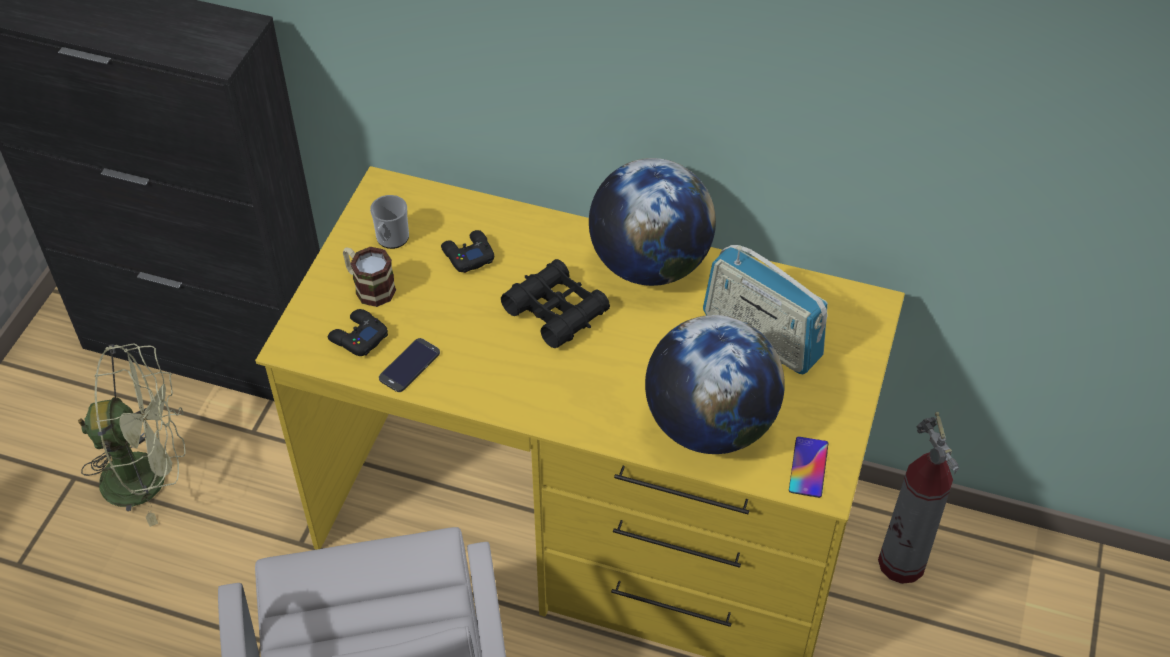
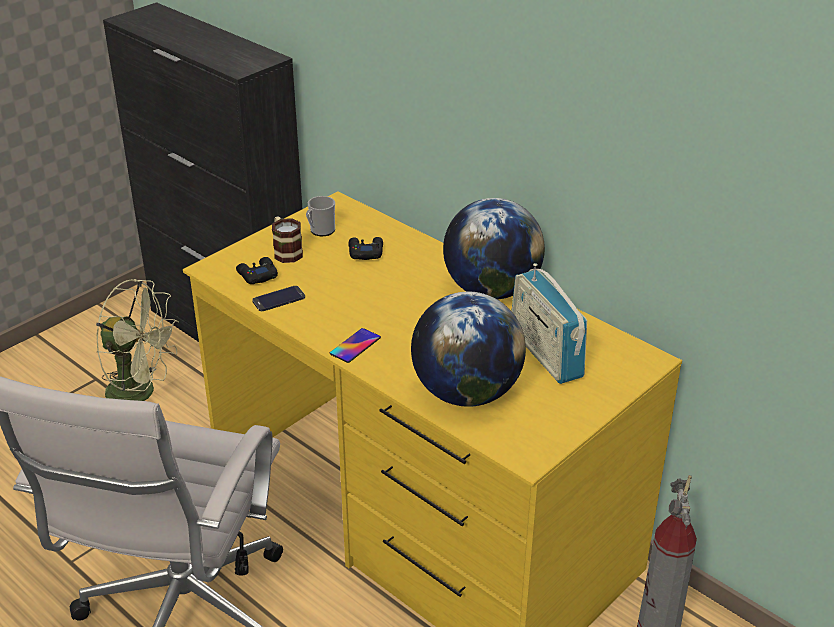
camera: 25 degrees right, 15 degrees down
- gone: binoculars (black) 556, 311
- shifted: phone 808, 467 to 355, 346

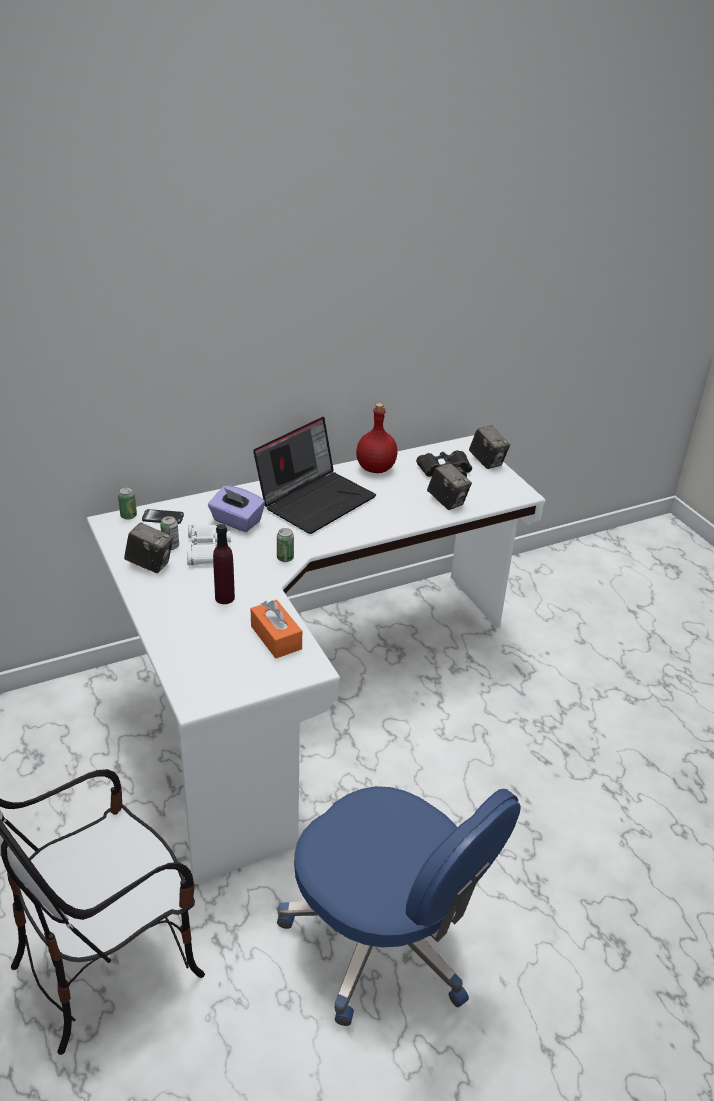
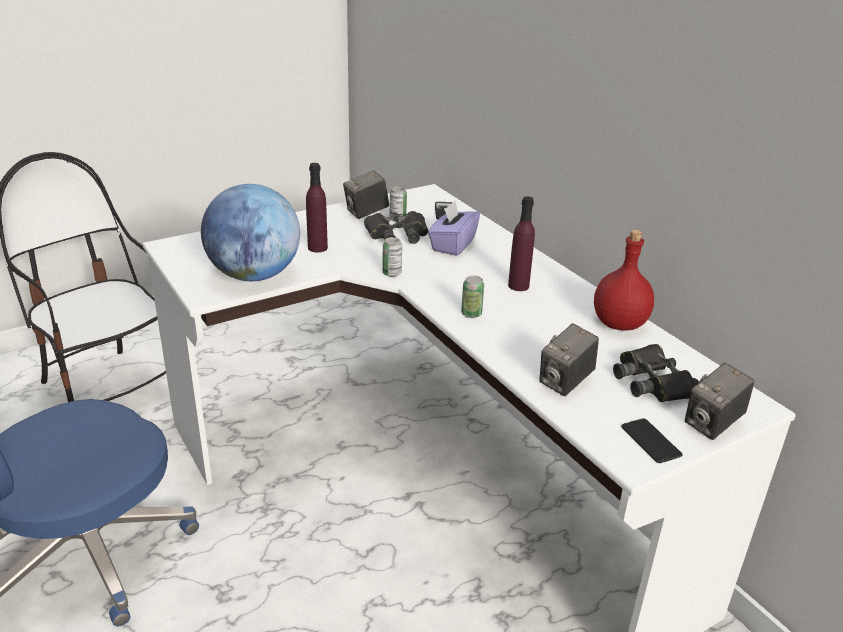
camera: 85 degrees right, 5 degrees down
- shifted: can 128, 516 to 471, 314
- rotated: photo camera 150, 564 = 366, 213 45 degrees clockwise
- repainted: binoculars (white) 207, 549 to binoculars (black) 397, 234
- swapped: tissue box (orange) 276, 637 to globe 254, 275
- swapped: laptop 316, 499 to bottle (purple) 518, 286
- new: phone 650, 441

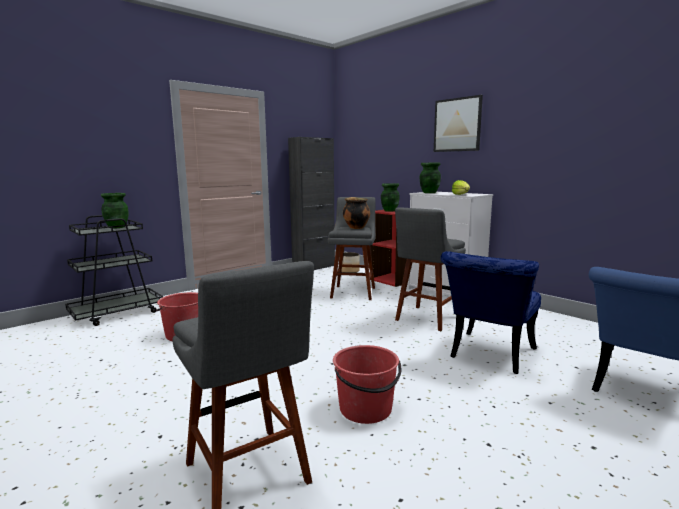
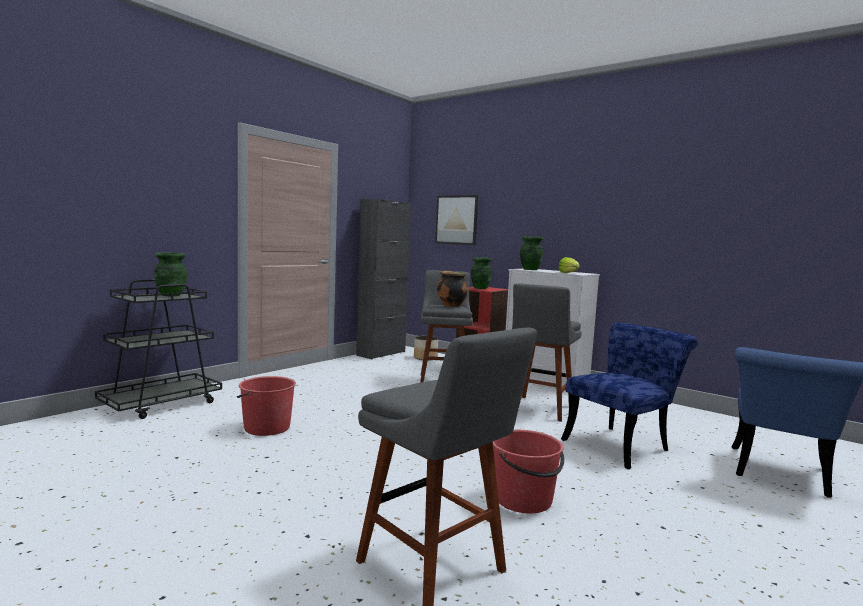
camera: 10 degrees left, 5 degrees down
- shifted: picture 457, 125 to 456, 220
- rotated: chair (blue) 488, 355 = 622, 445 150 degrees counterclockwise

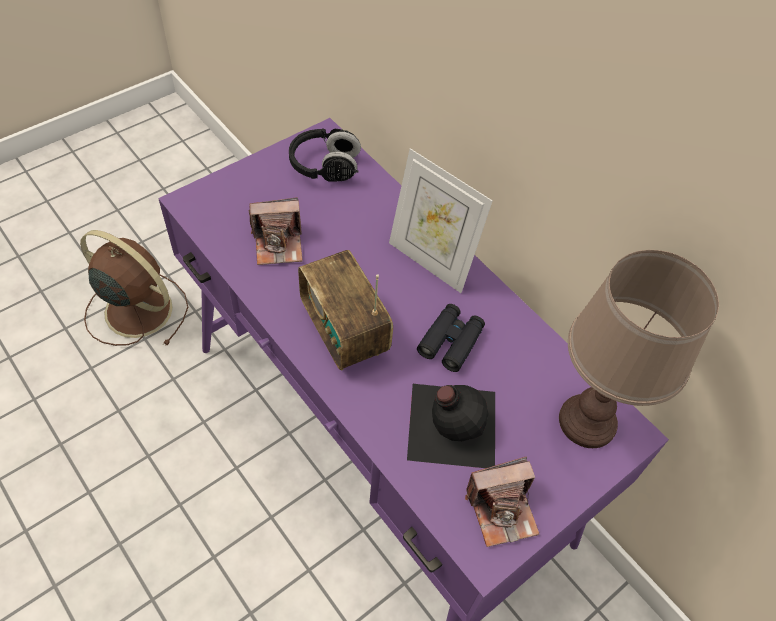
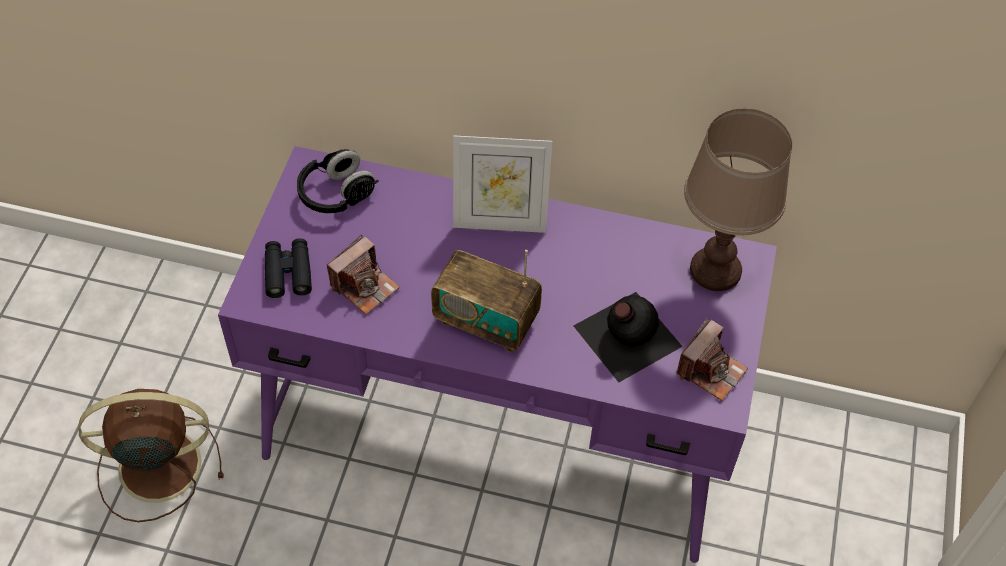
camera: 35 degrees left, 0 degrees up
- shifted: binoculars (black) 451, 341 to 288, 272

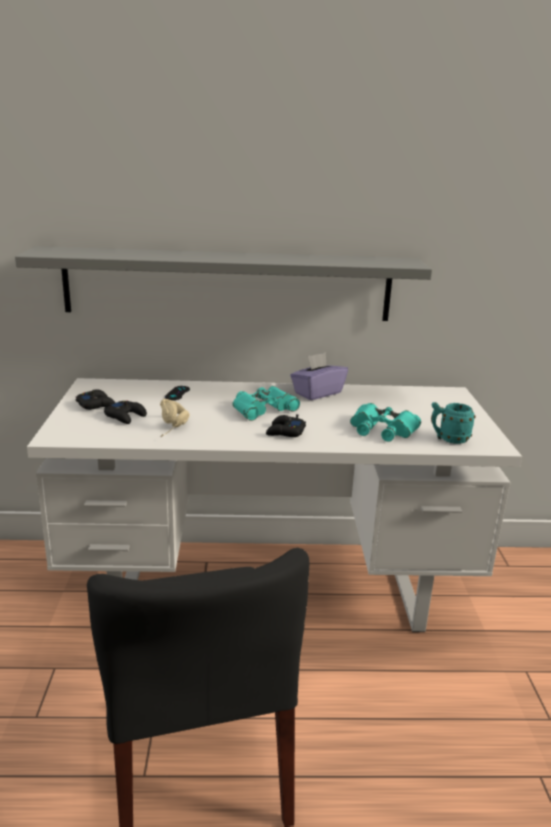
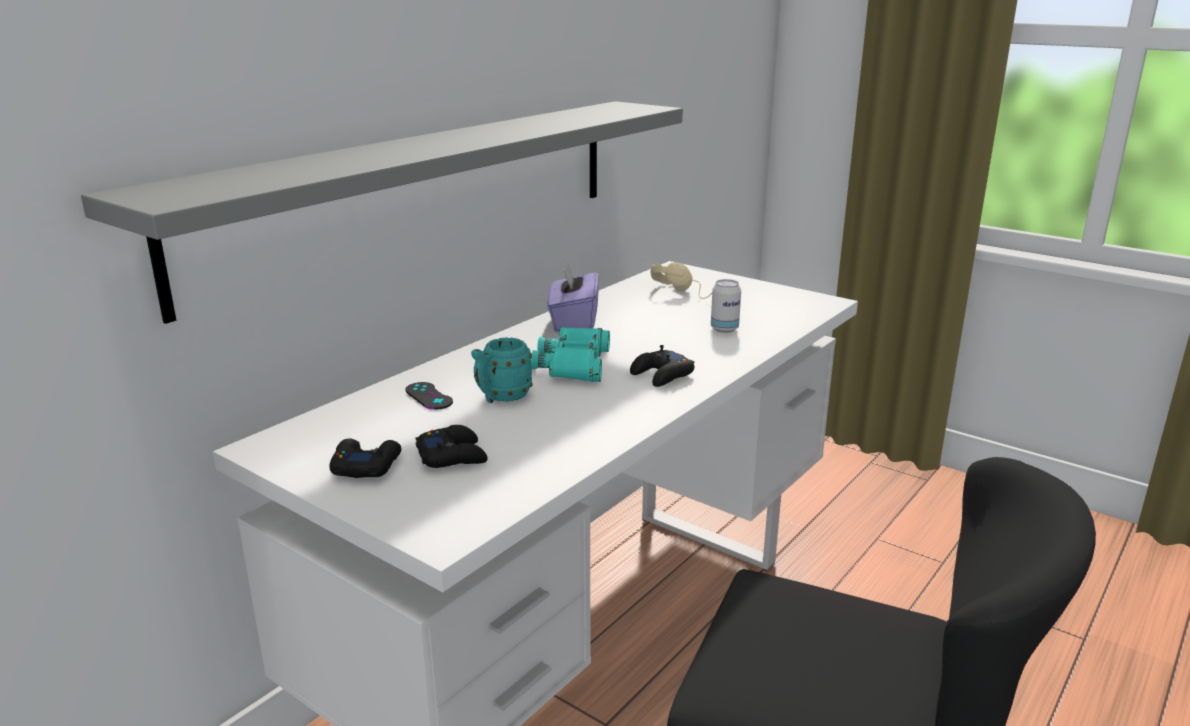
camera: 50 degrees left, 0 degrees up
- shifted: headphones (beige) 175, 428 to 684, 292
- swapped: binoculars (turquoise) 382, 429 to can 724, 329
- shifted: mug (turquoise) 448, 439 to 501, 397

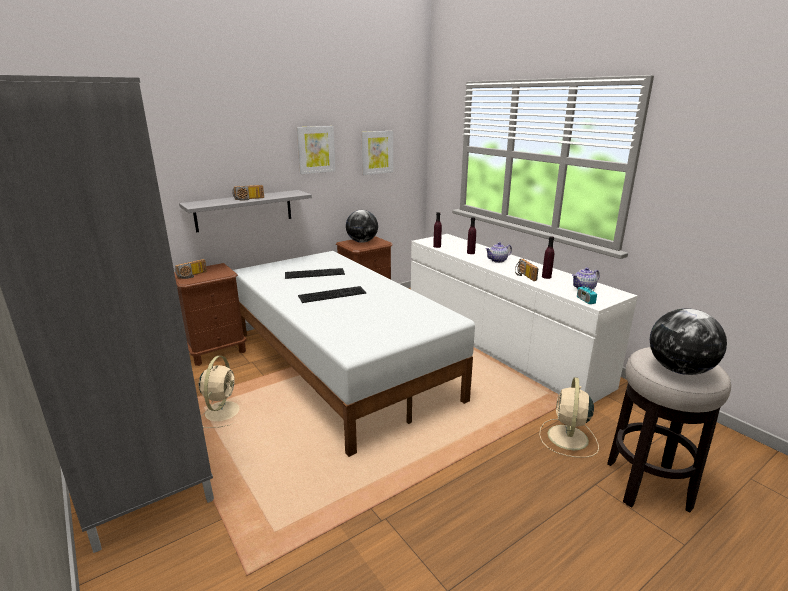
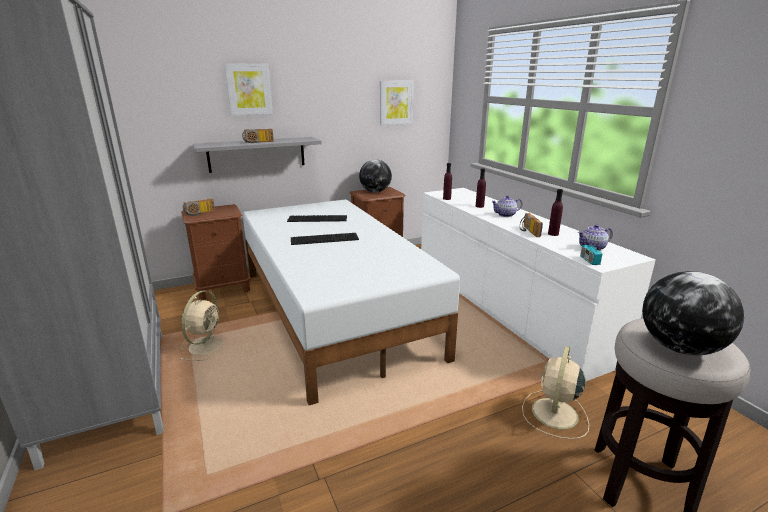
camera: 10 degrees right, 0 degrees up
- shifted: picture 316, 149 to 249, 89

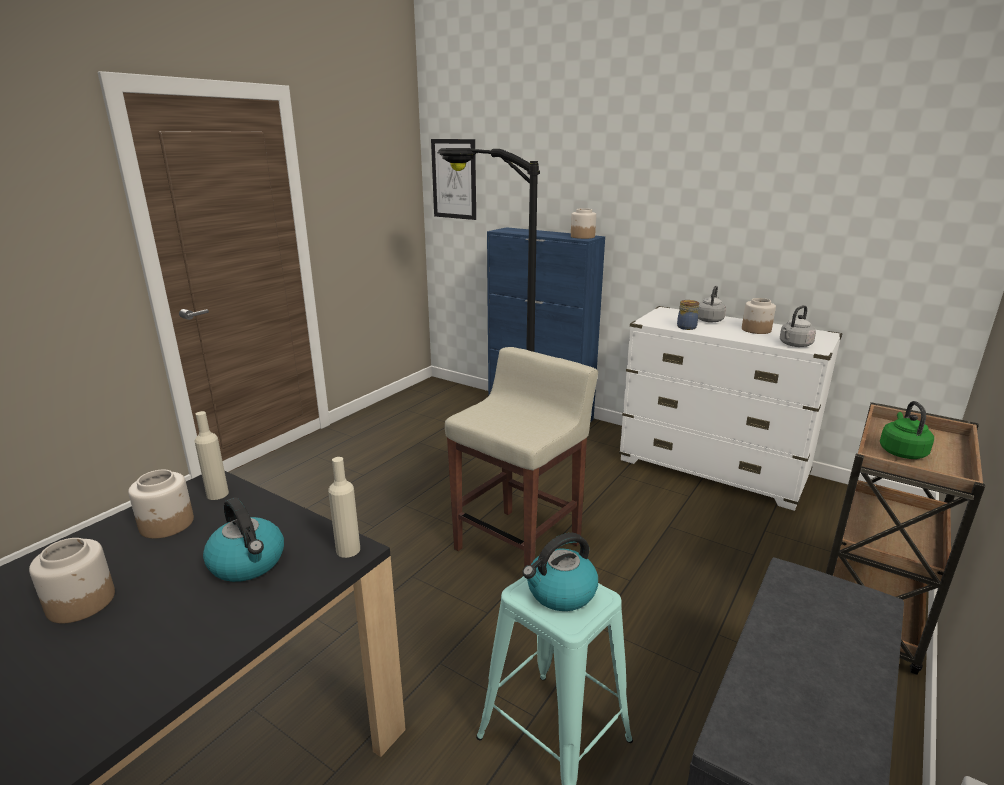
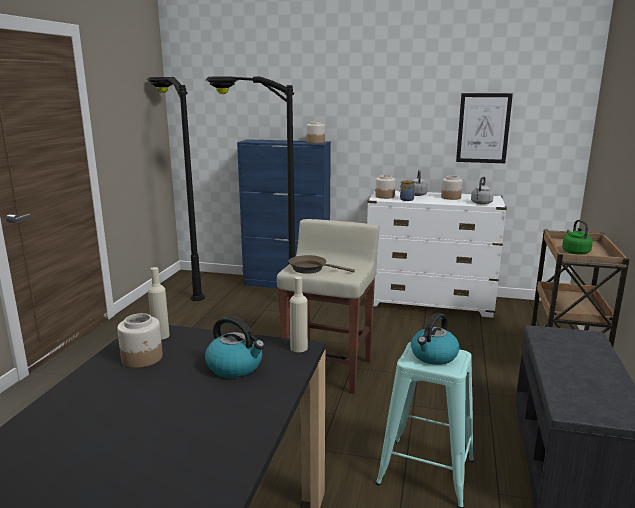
camera: 20 degrees left, 5 degrees down
- shifted: jar 82, 601 to 384, 196
- shifted: picture 454, 179 to 483, 128
- new: floor lamp (black) 183, 285
- new: frying pan (brown) 311, 269

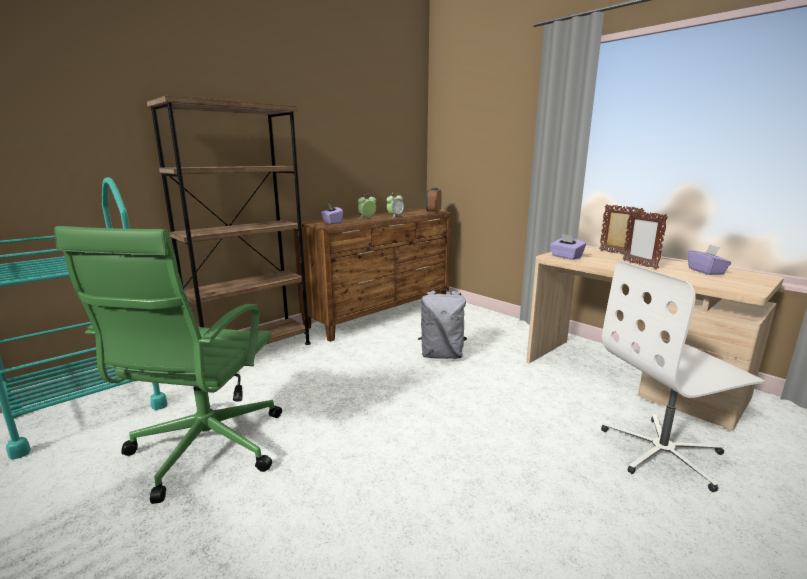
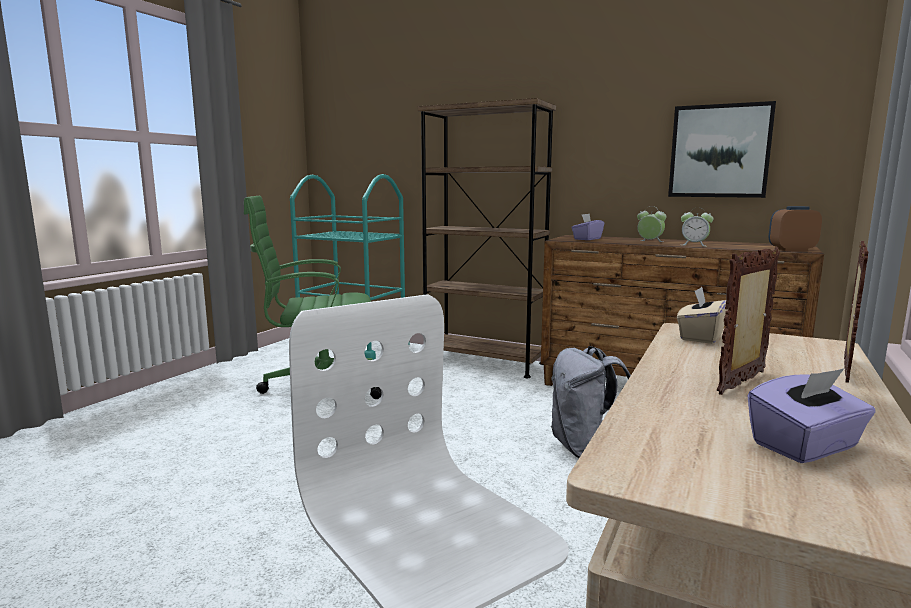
camera: 70 degrees right, 5 degrees down
- repainted: tissue box (purple) 566, 257 to tissue box (beige) 700, 336
- new: picture 719, 151

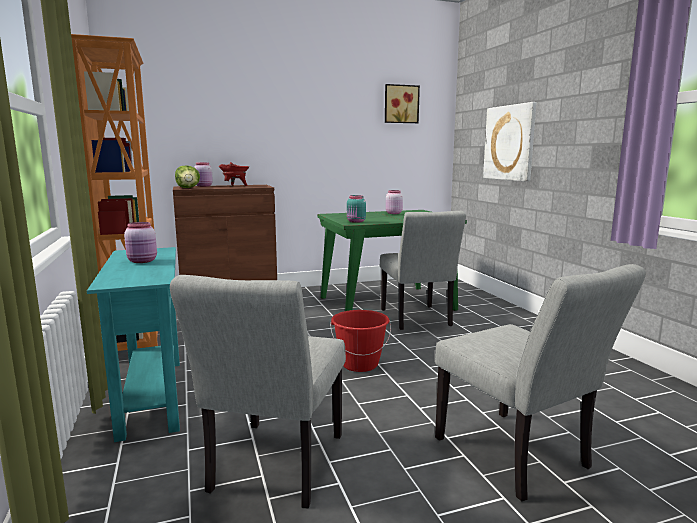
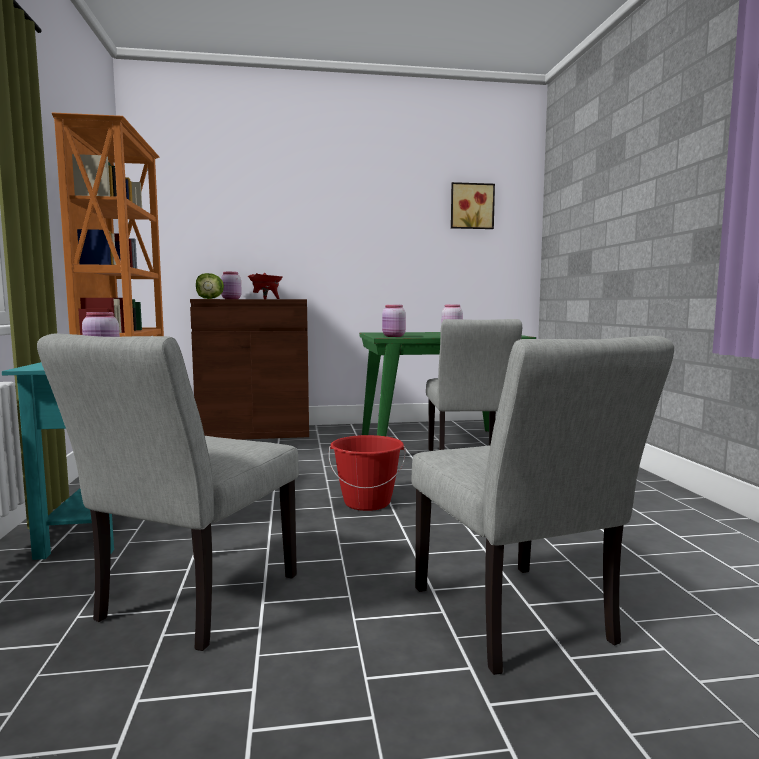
camera: 10 degrees right, 5 degrees down
- repainted: jar (turquoise) 356, 221 to jar (pink) 393, 336
- gone: picture 509, 143

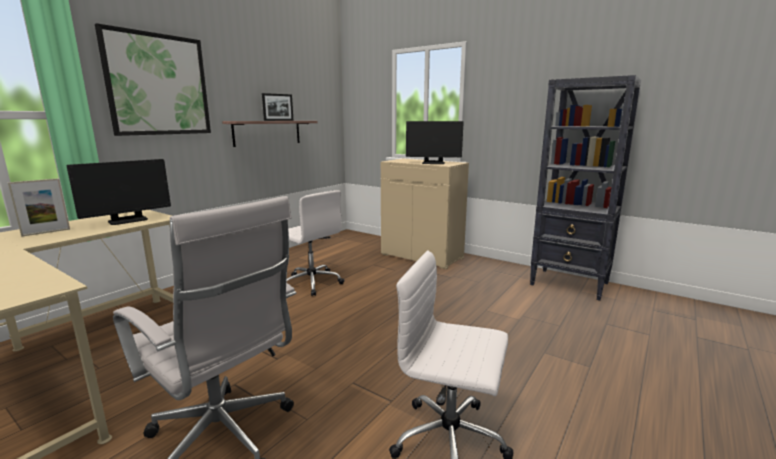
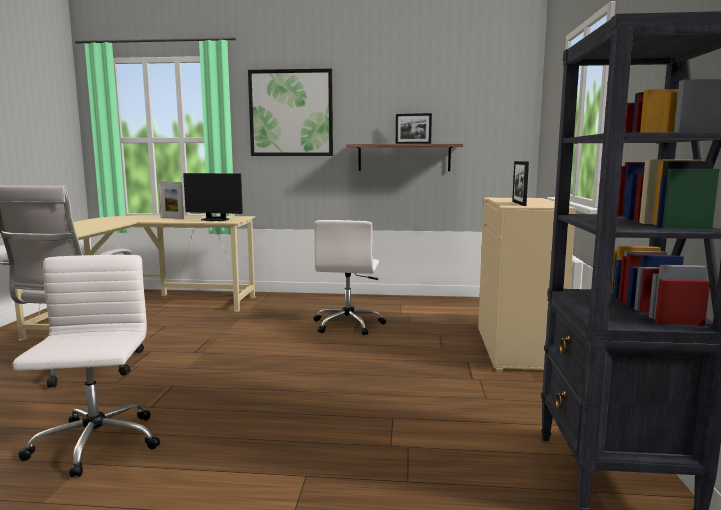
camera: 60 degrees right, 5 degrees down
- swapped: monitor 433, 163 to picture frame 519, 203

